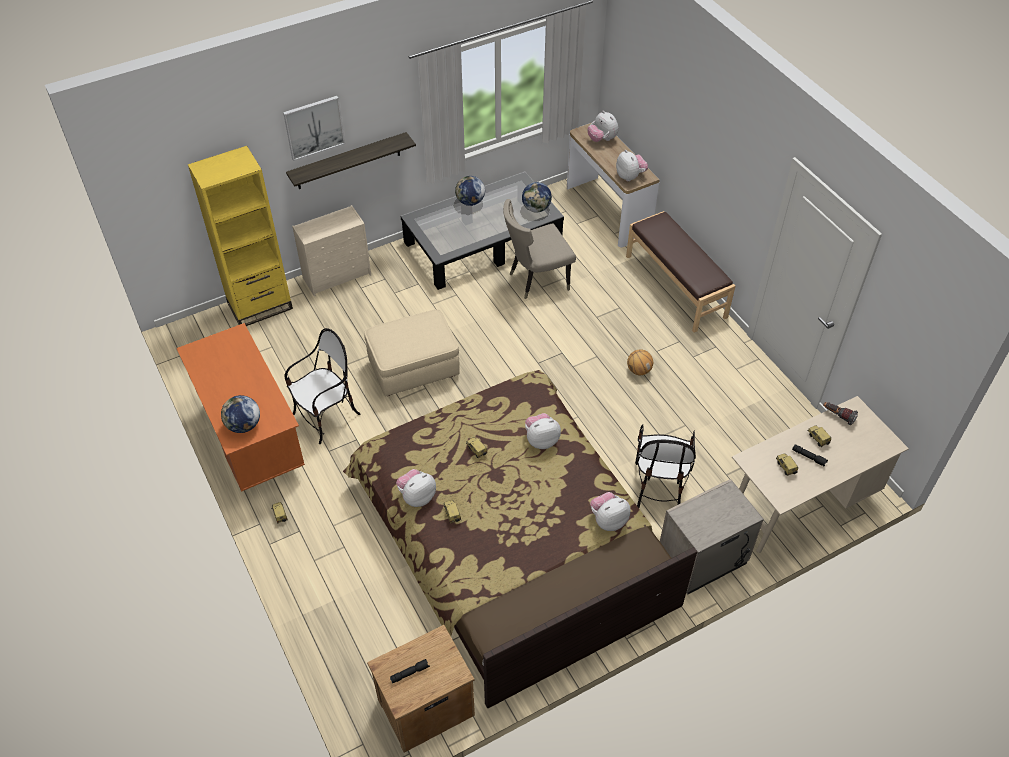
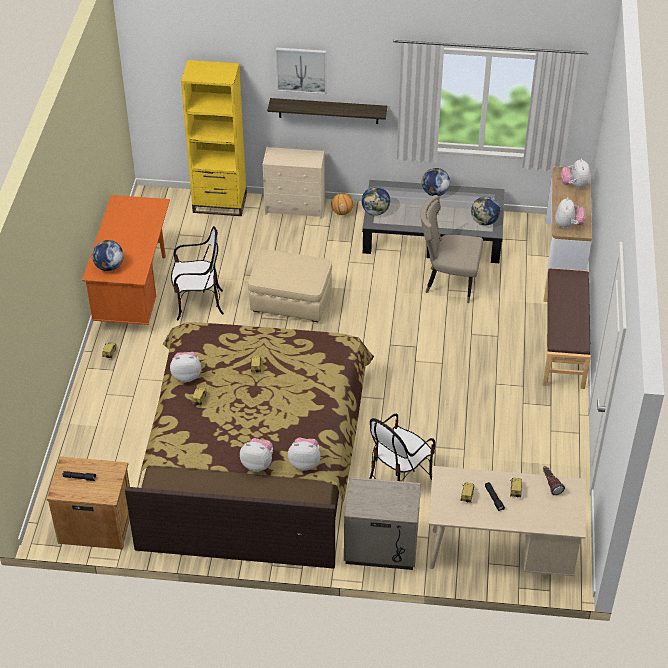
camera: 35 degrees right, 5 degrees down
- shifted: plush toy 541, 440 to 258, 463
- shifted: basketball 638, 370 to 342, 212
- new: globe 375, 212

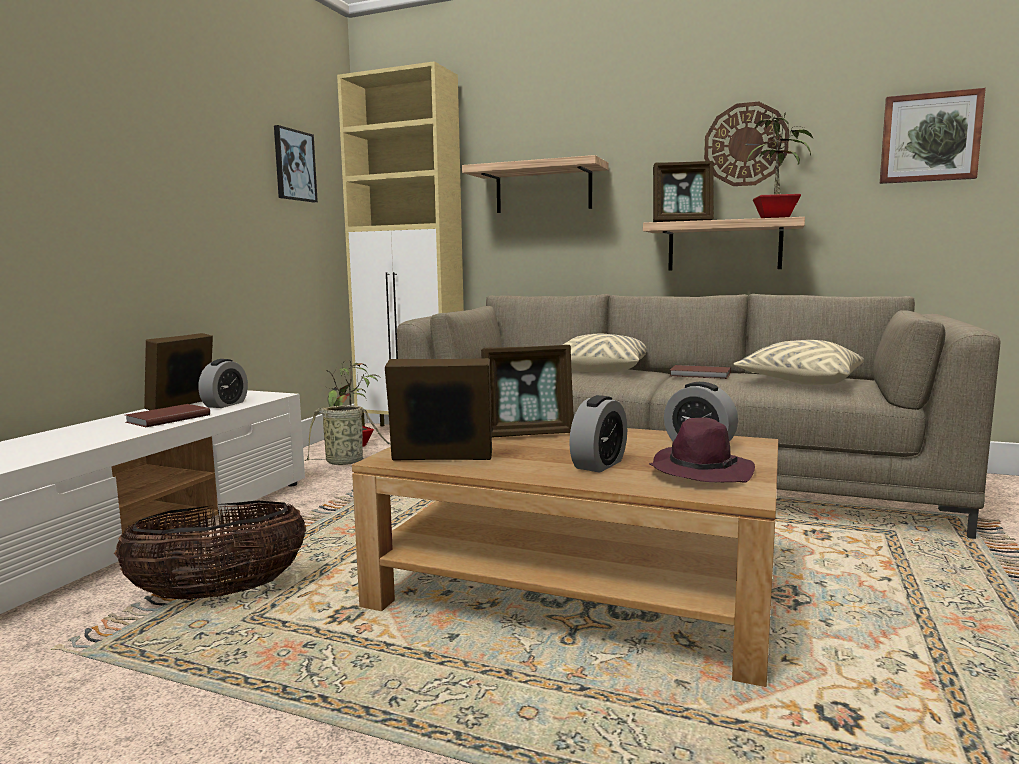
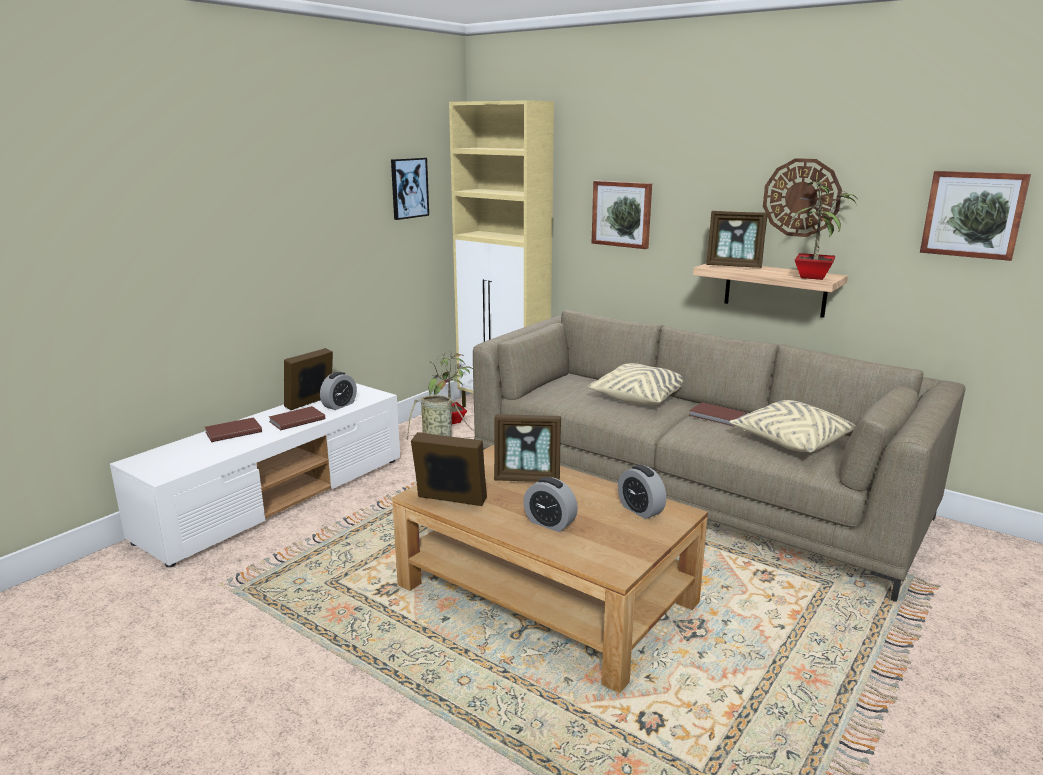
camera: 15 degrees right, 10 degrees up
- gone: basket 219, 593
- swapped: shelf 543, 189 to picture 622, 214
- rotated: alarm clock 599, 464 = 550, 523 75 degrees clockwise
- gone: hat (purple) 700, 472
- new: book (brown) 232, 432

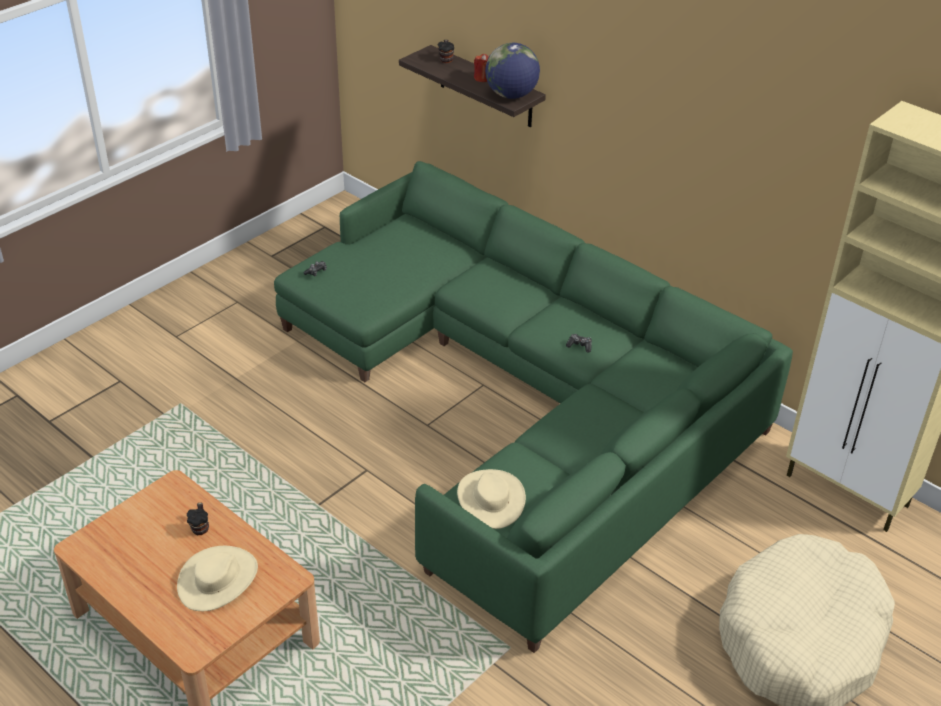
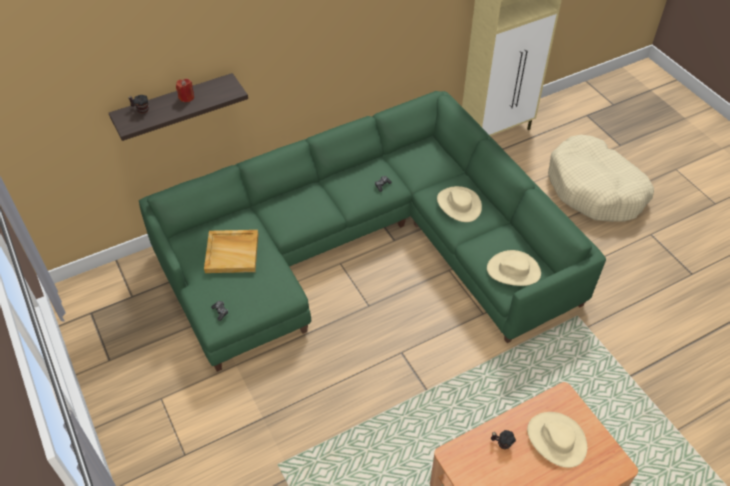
camera: 70 degrees left, 10 degrees up
- gone: globe 511, 95
- new: tray (beige) 232, 252
- new: hat (beige) 459, 205

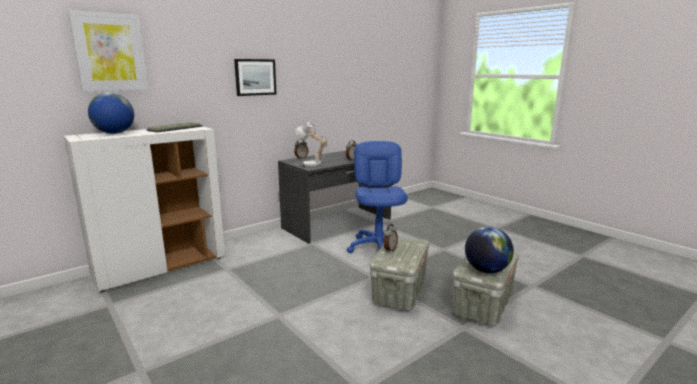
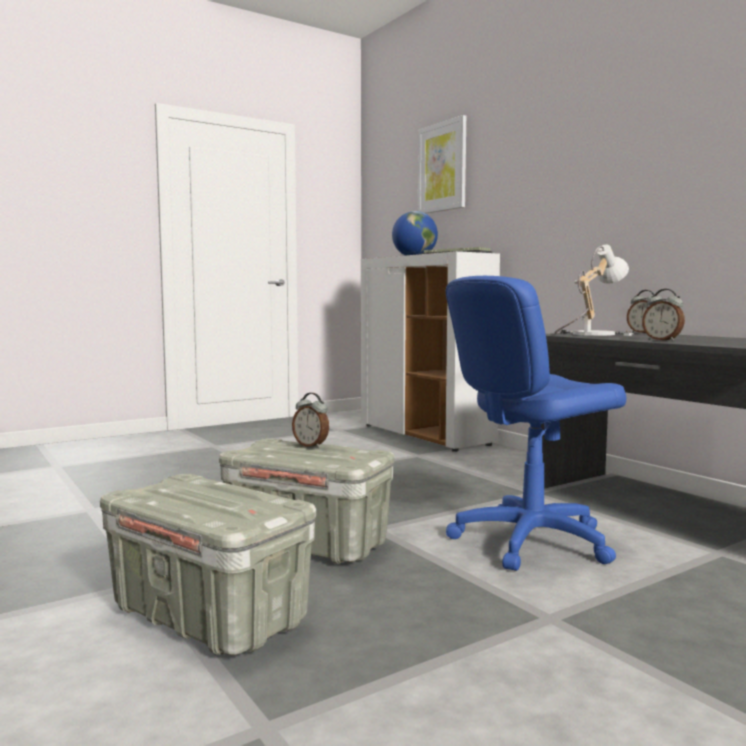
camera: 95 degrees right, 10 degrees down
- gone: picture 255, 77
- rotated: office chair (blue) 378, 247 = 530, 541 150 degrees clockwise
- gone: globe 486, 270

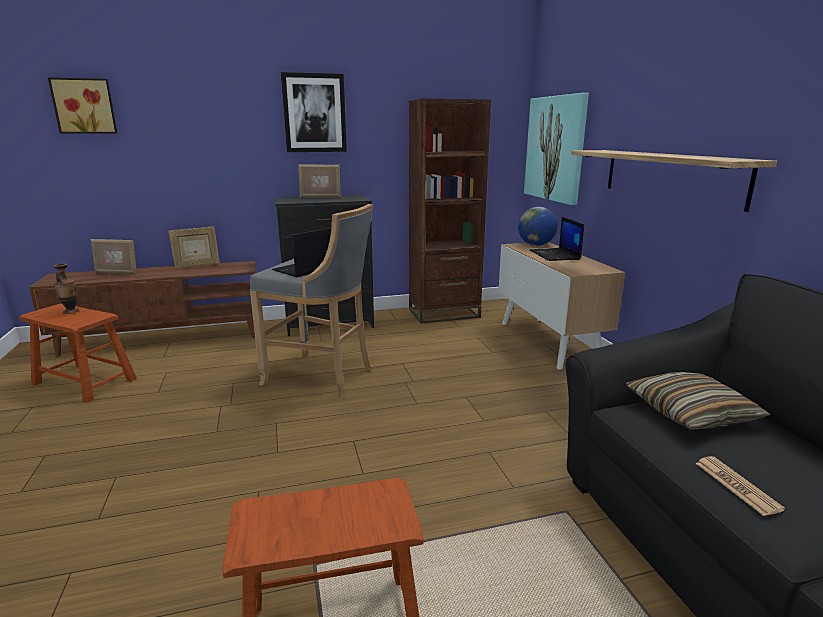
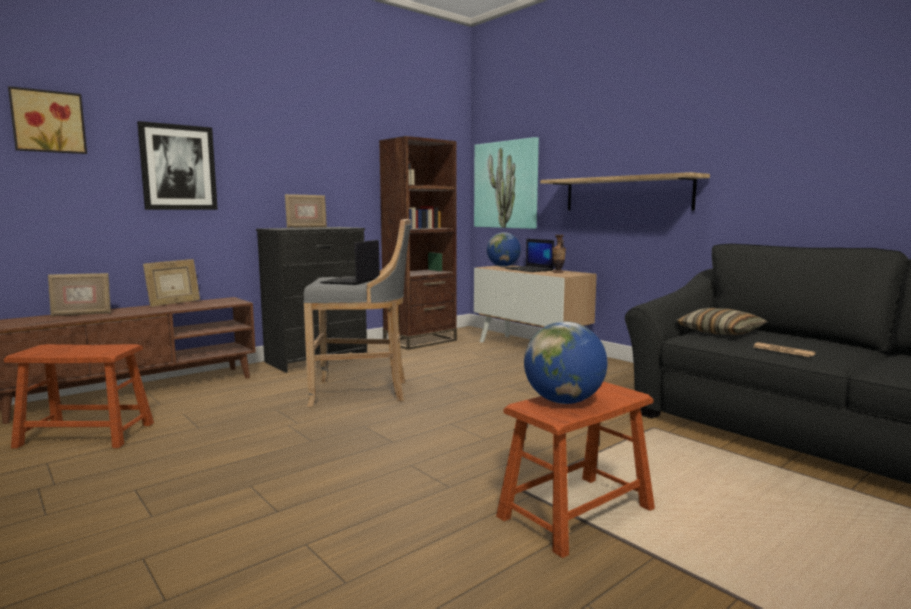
camera: 25 degrees left, 10 degrees down
- shifted: vase 71, 311 to 558, 272
- shifted: picture 314, 113 to 178, 167
- new: globe 564, 401

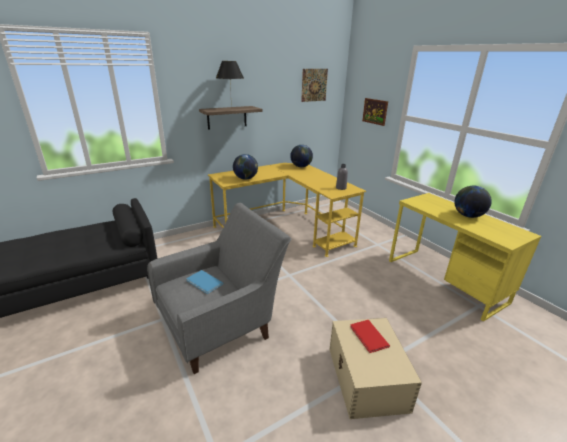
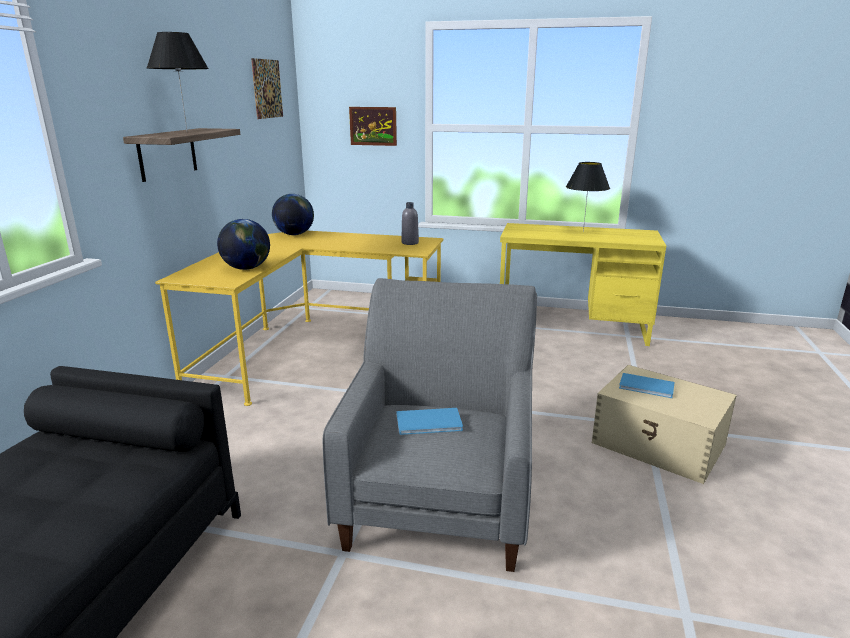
camera: 45 degrees left, 5 degrees down
- repainted: book (red) 368, 337 to book (blue) 647, 387
- swapped: globe 467, 215 to table lamp (black) 583, 231

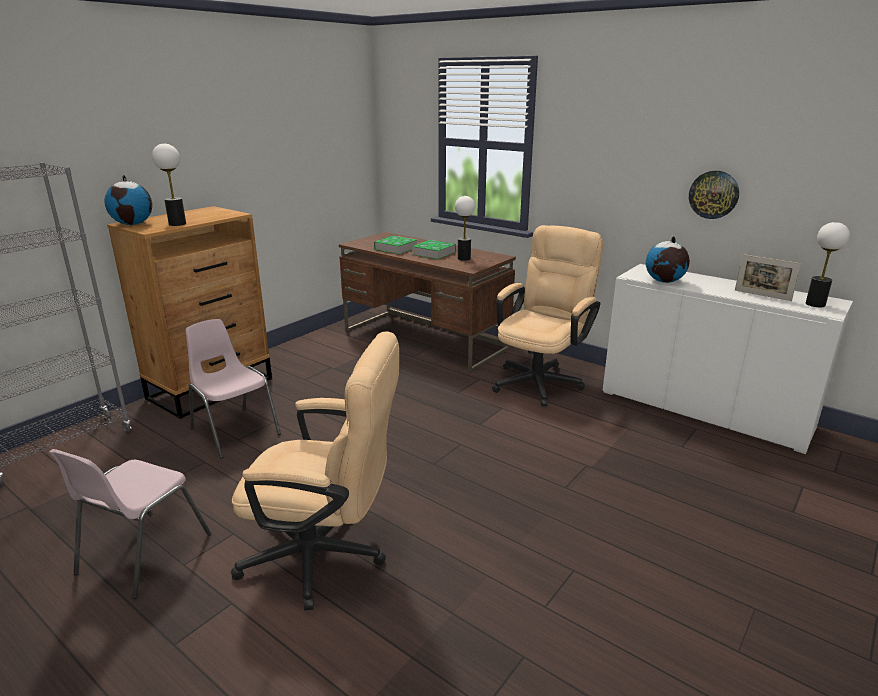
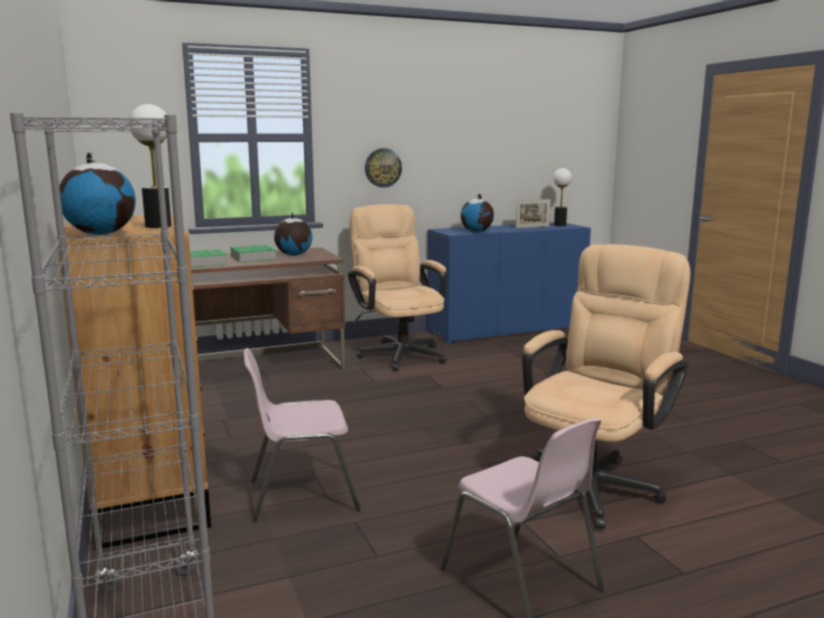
camera: 60 degrees left, 10 degrees down
- swapped: table lamp 463, 258 to globe 293, 255
- repainted: cabinet (white) 704, 409 to cabinet (blue) 506, 329
- shifted: wall clock 713, 194 to 383, 167

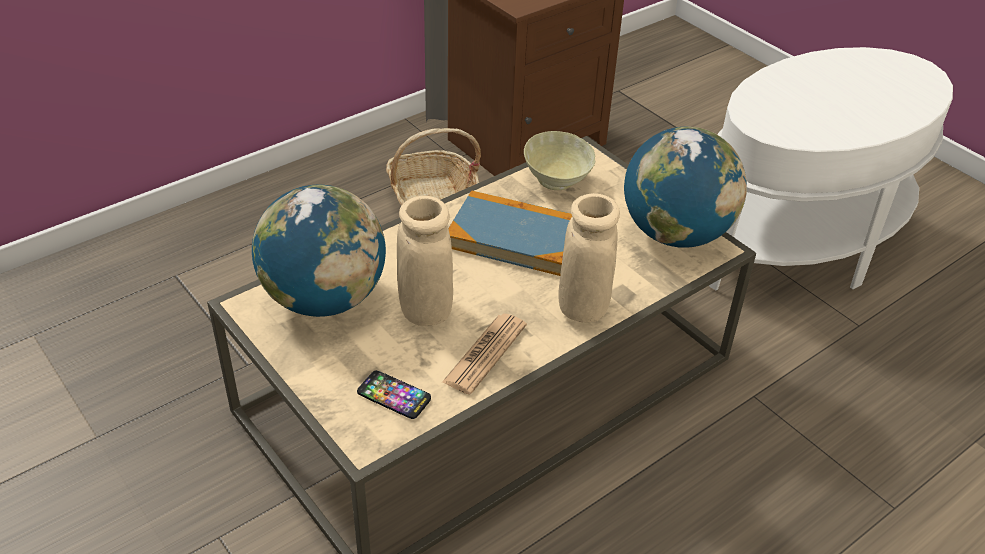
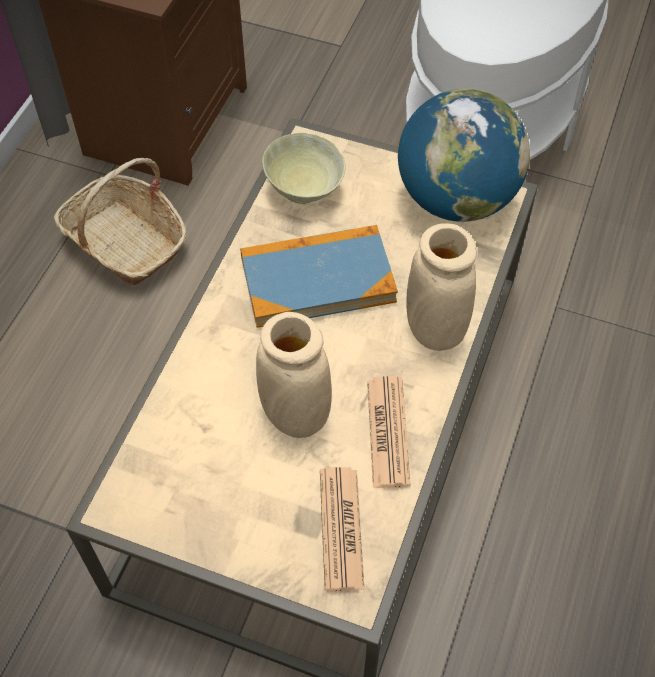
camera: 30 degrees left, 15 degrees up
- gone: globe 324, 299
- swapped: phone 394, 396 to newspaper 341, 529

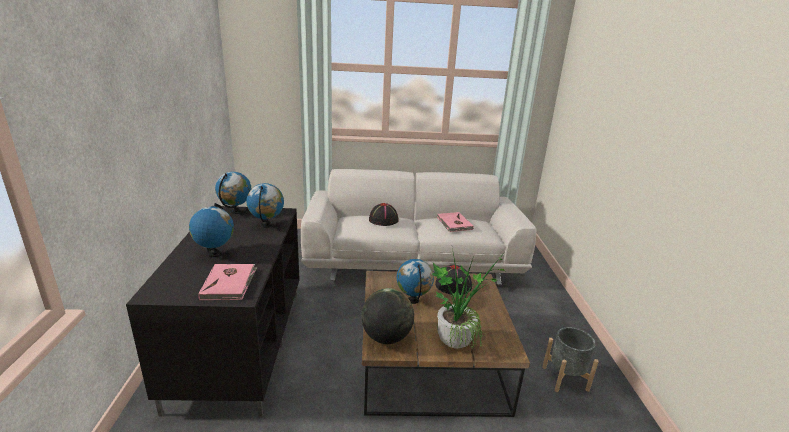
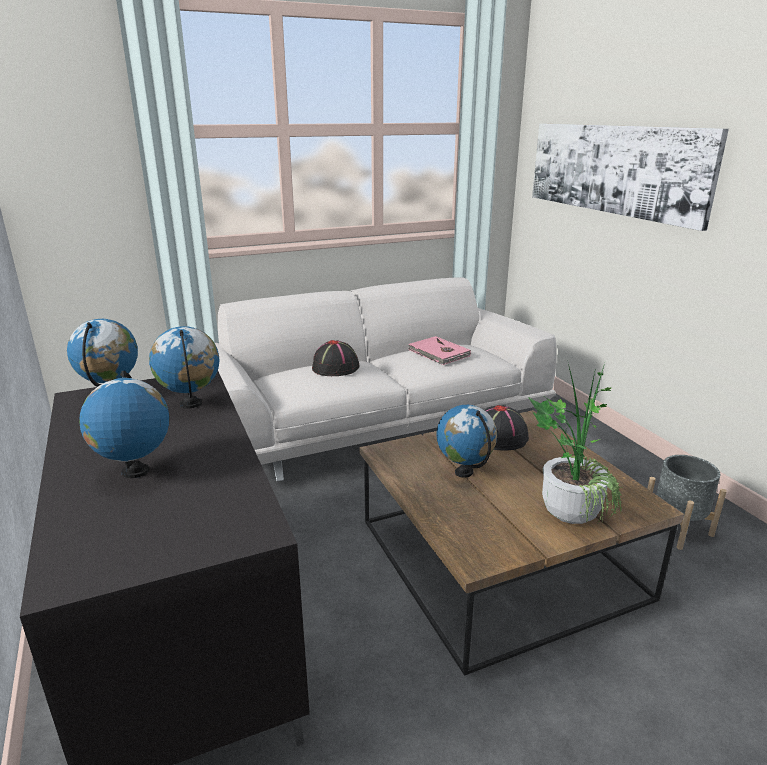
camera: 20 degrees left, 0 degrees up
- gone: book (pink) 229, 283
- gone: globe 386, 337
- new: picture 614, 169

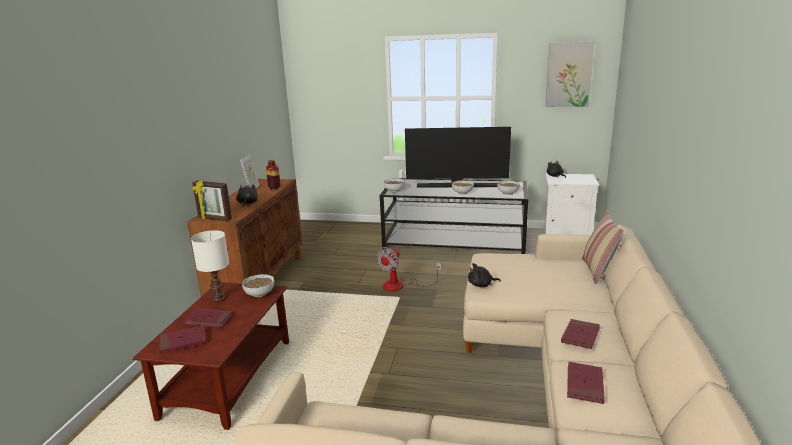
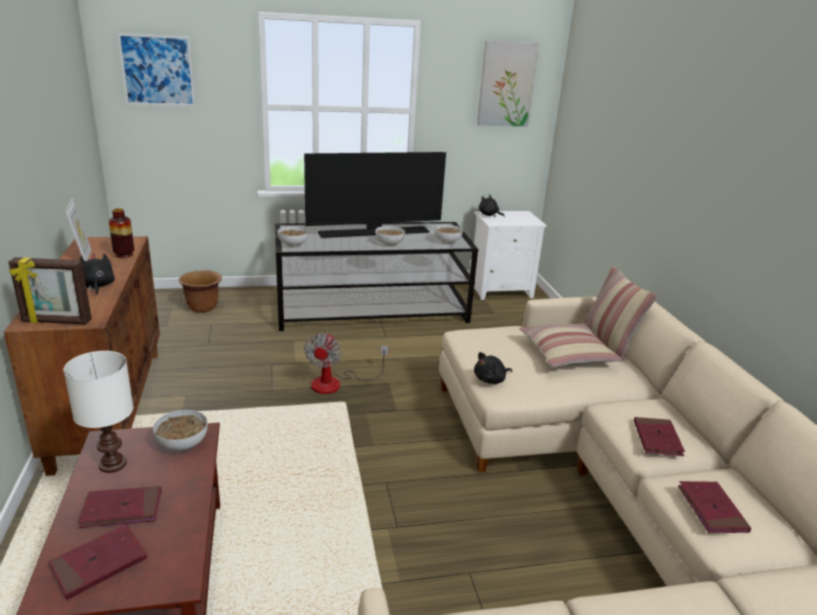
camera: 25 degrees left, 5 degrees up
- new: picture 157, 70
- new: planter (brown) 203, 308
- new: pillow 567, 354

